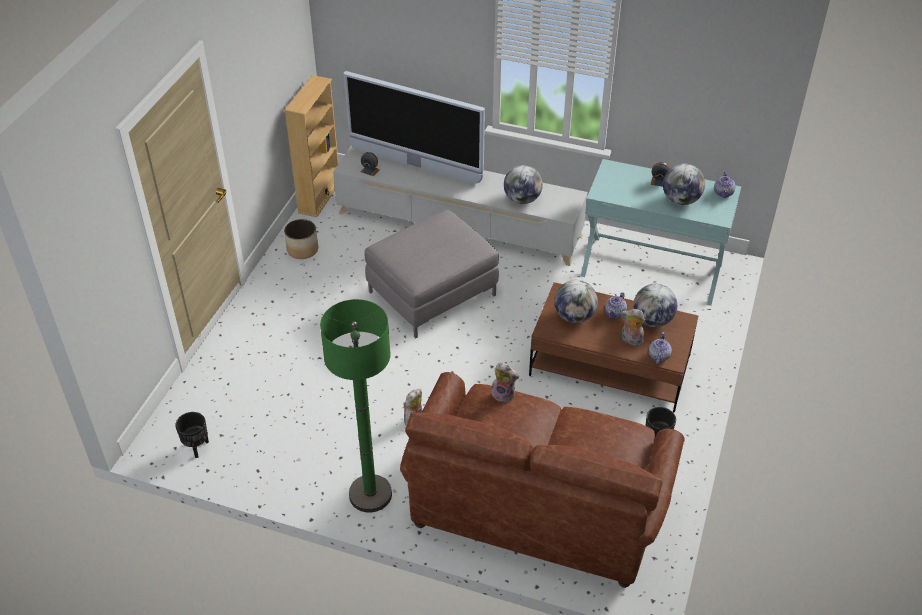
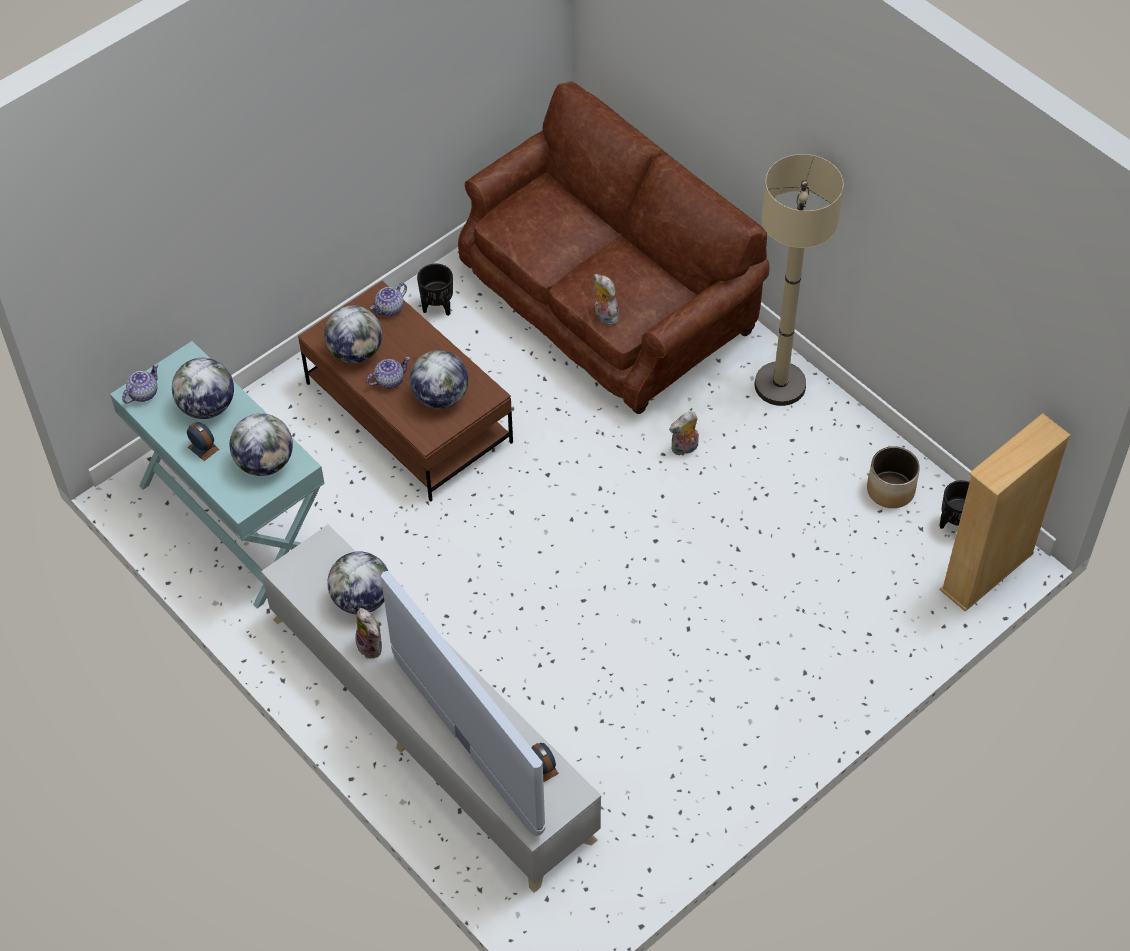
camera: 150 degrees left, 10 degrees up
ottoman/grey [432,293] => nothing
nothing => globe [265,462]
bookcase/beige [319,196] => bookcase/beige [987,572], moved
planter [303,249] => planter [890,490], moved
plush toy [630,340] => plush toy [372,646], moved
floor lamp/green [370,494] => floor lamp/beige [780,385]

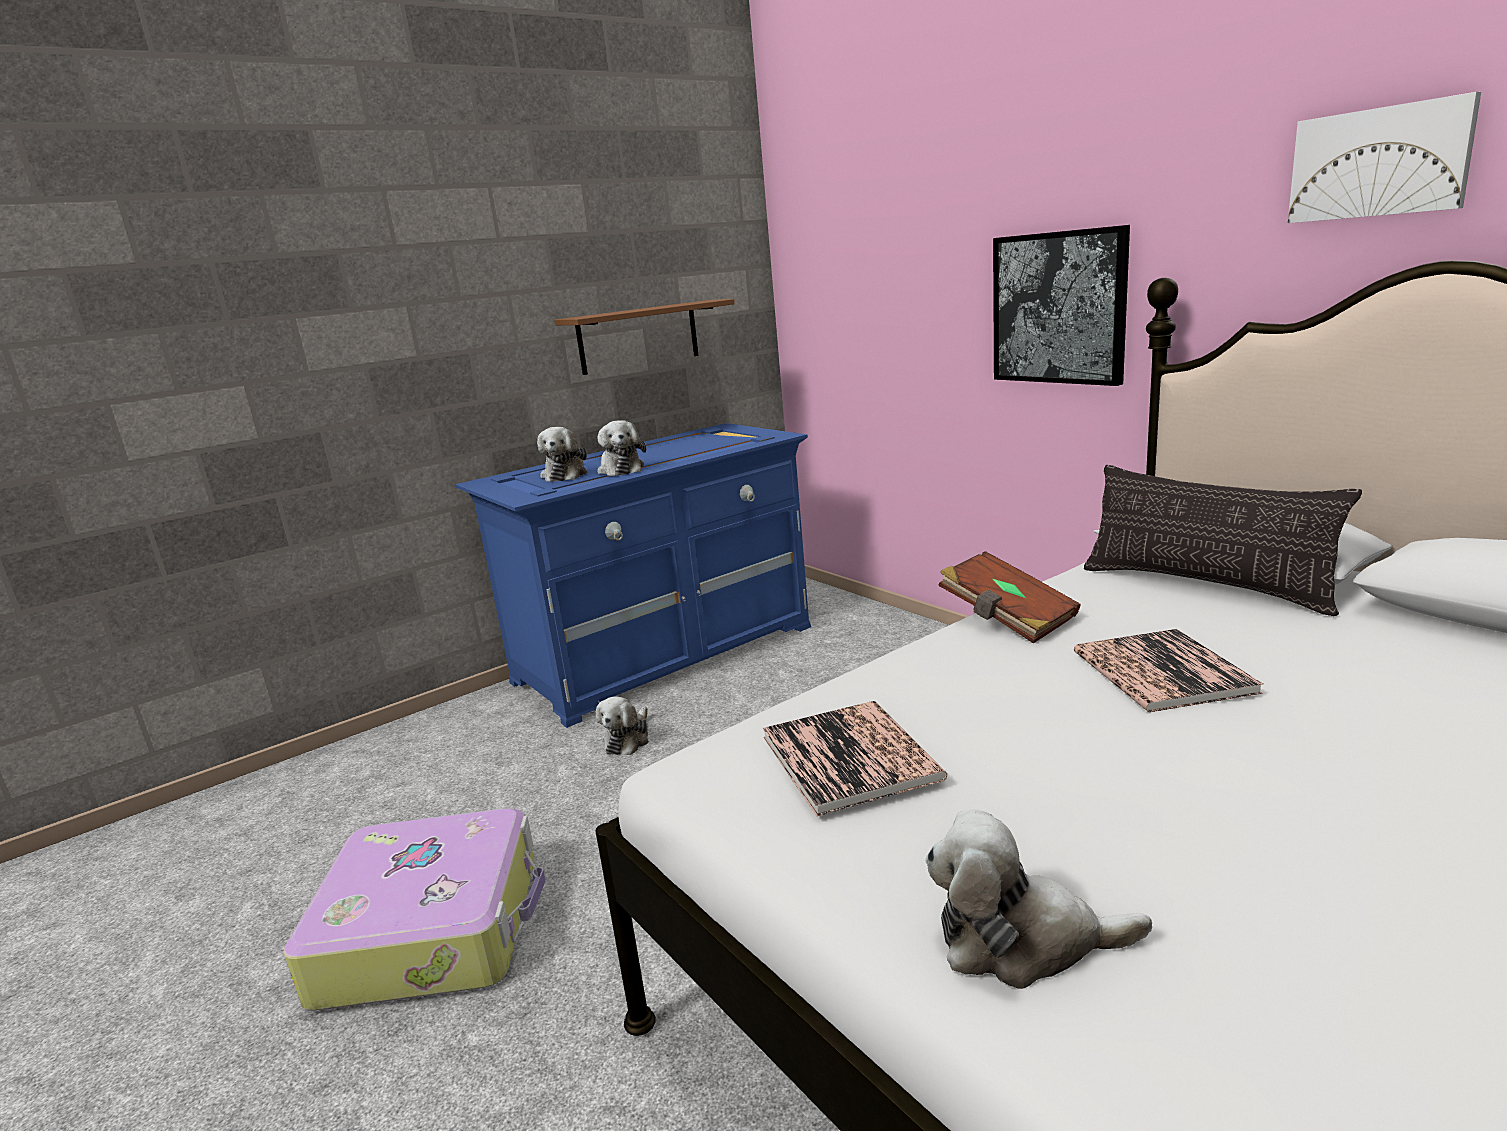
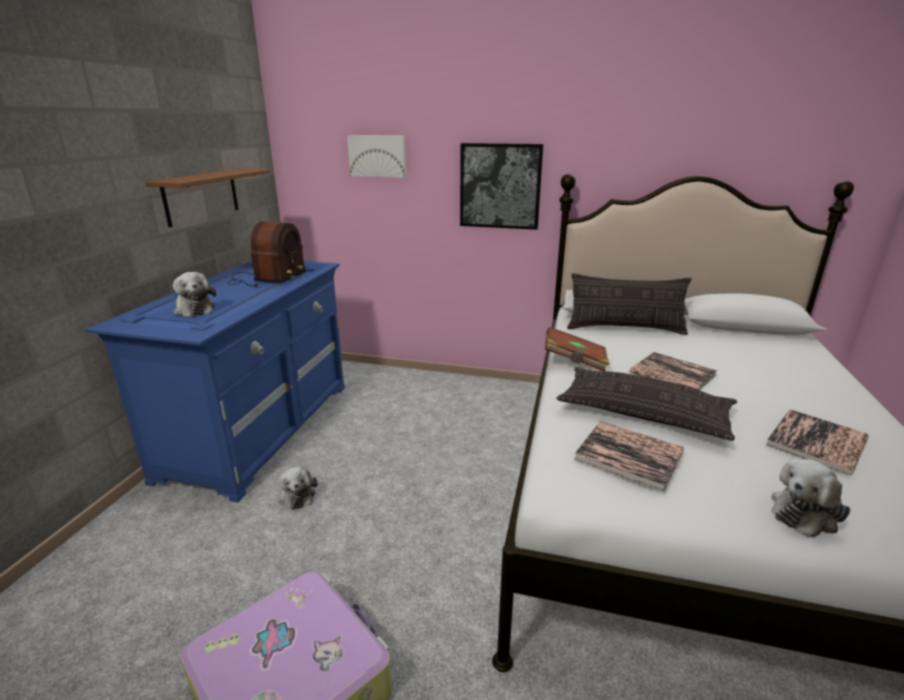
camera: 40 degrees left, 5 degrees up
plush toy [621,469] => nothing
nothing => radio [266,279]
nothing => pillow [643,412]
nothing => book [817,442]
picture [1379,162] => picture [378,156], moved

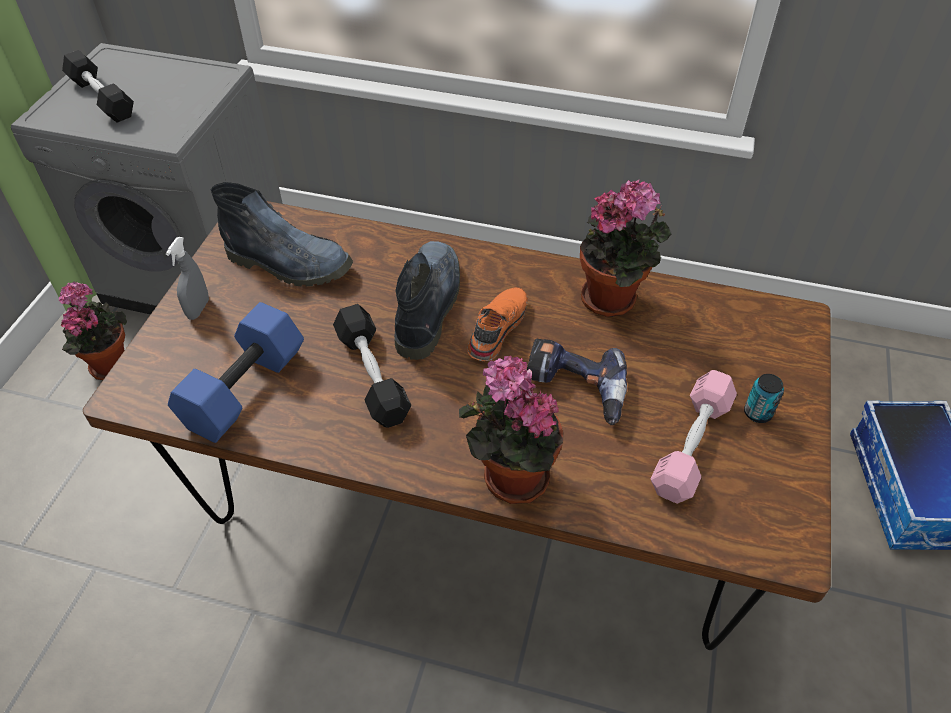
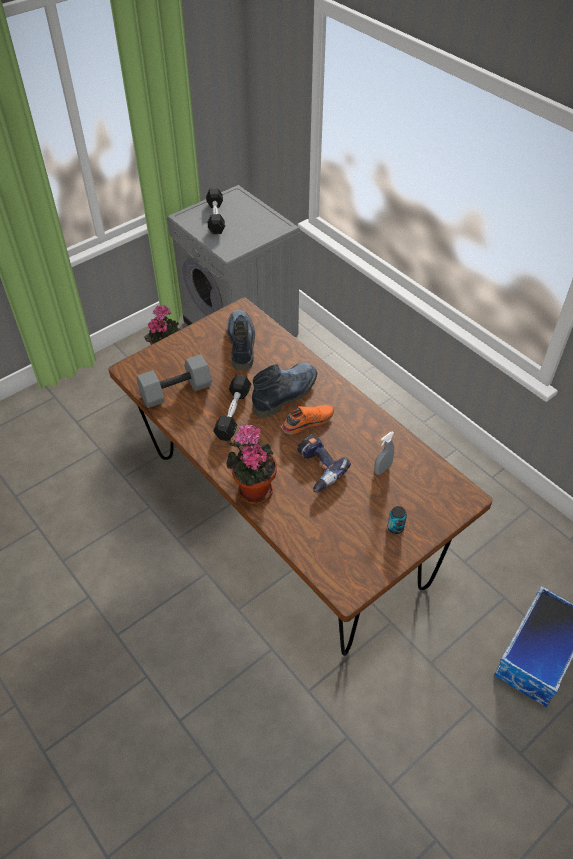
camera: 35 degrees right, 0 degrees up
potted plant [613,299] => nothing
dumbbell/pink [691,445] => nothing
spray bottle/grey [198,309] => spray bottle/grey [382,469], moved
dumbbell/blue [245,391] => dumbbell/grey [175,392]
boot [291,264] => boot [241,343], 150 degrees counterclockwise

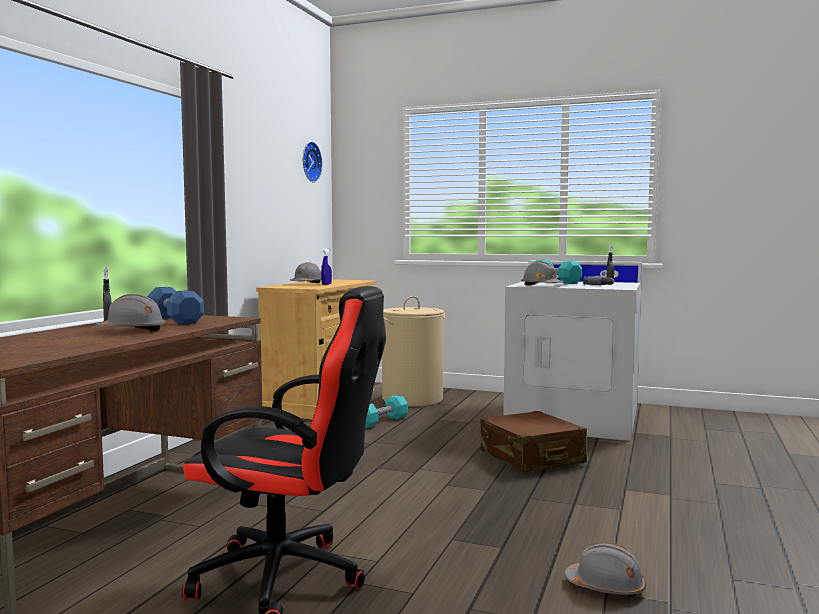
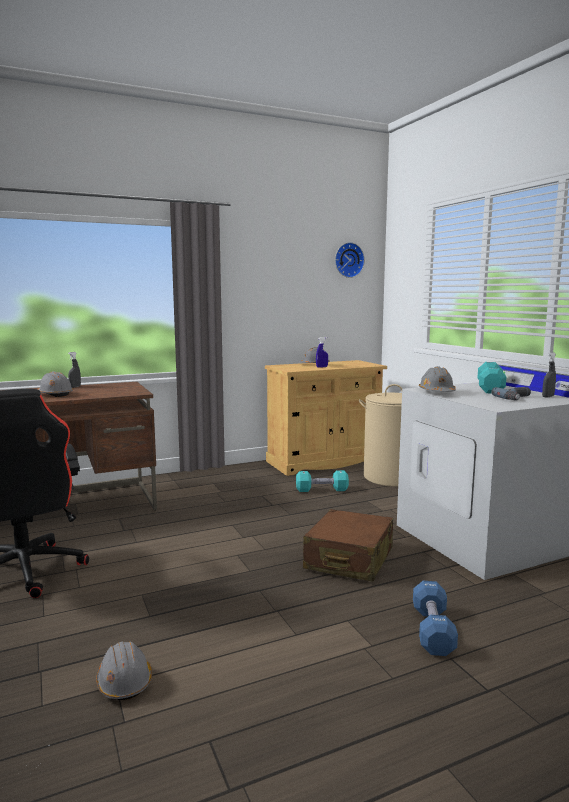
camera: 45 degrees right, 5 degrees up
dumbbell/blue [175,320] => dumbbell/blue [432,630], moved

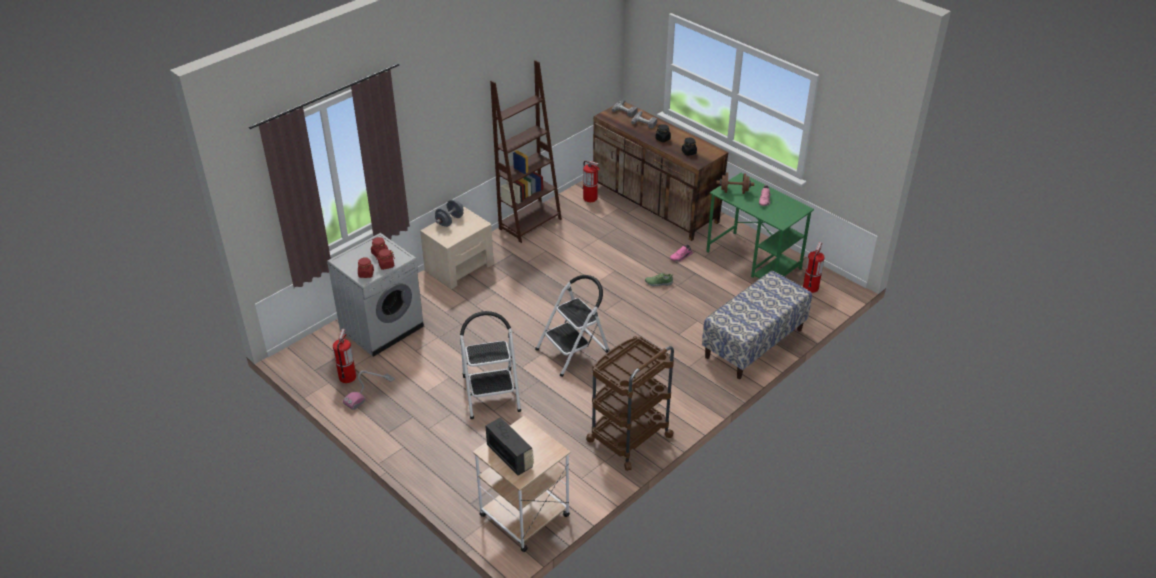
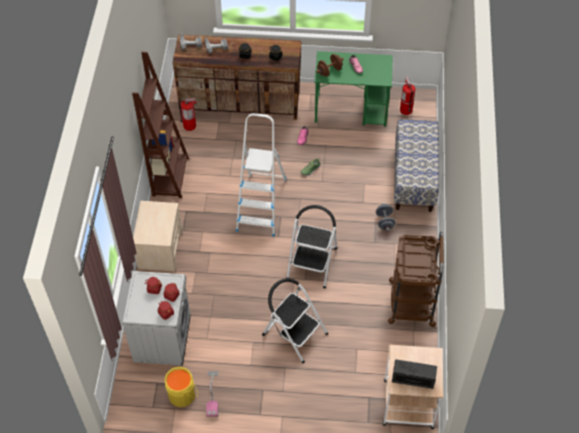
camera: 40 degrees left, 15 degrees up
nothing => step ladder/white [261,205]
dumbbell/grey [450,221] => dumbbell/grey [385,222], moved
fire extinguisher [347,377] => bucket/yellow [183,394]

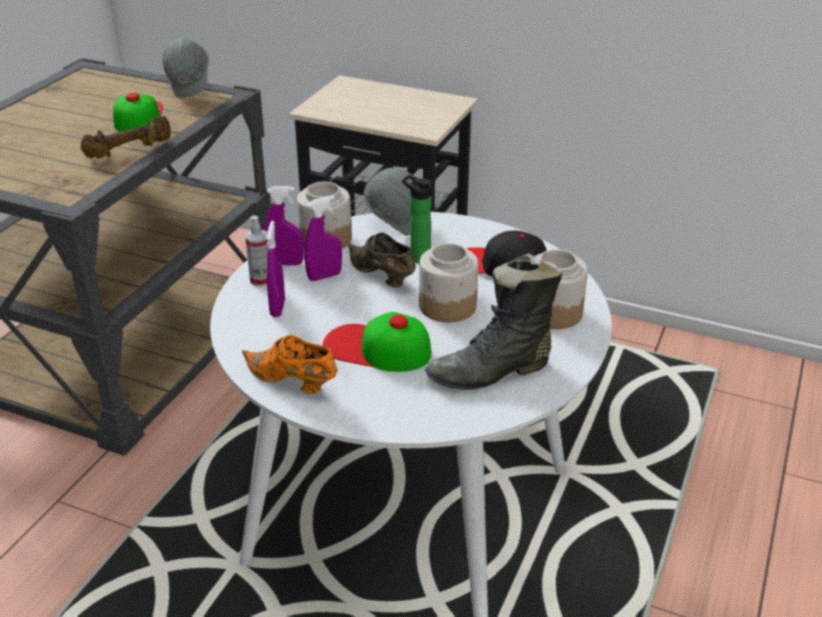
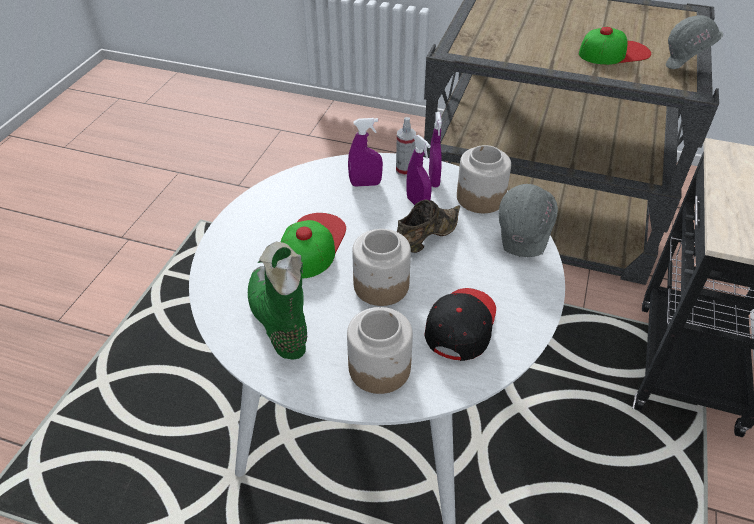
camera: 85 degrees right, 10 degrees up
dumbbell/brown [129,151] => nothing
shoe/orange [292,382] => nothing
bottle [417,257] => nothing
boot/black [492,372] => boot/green [277,320]

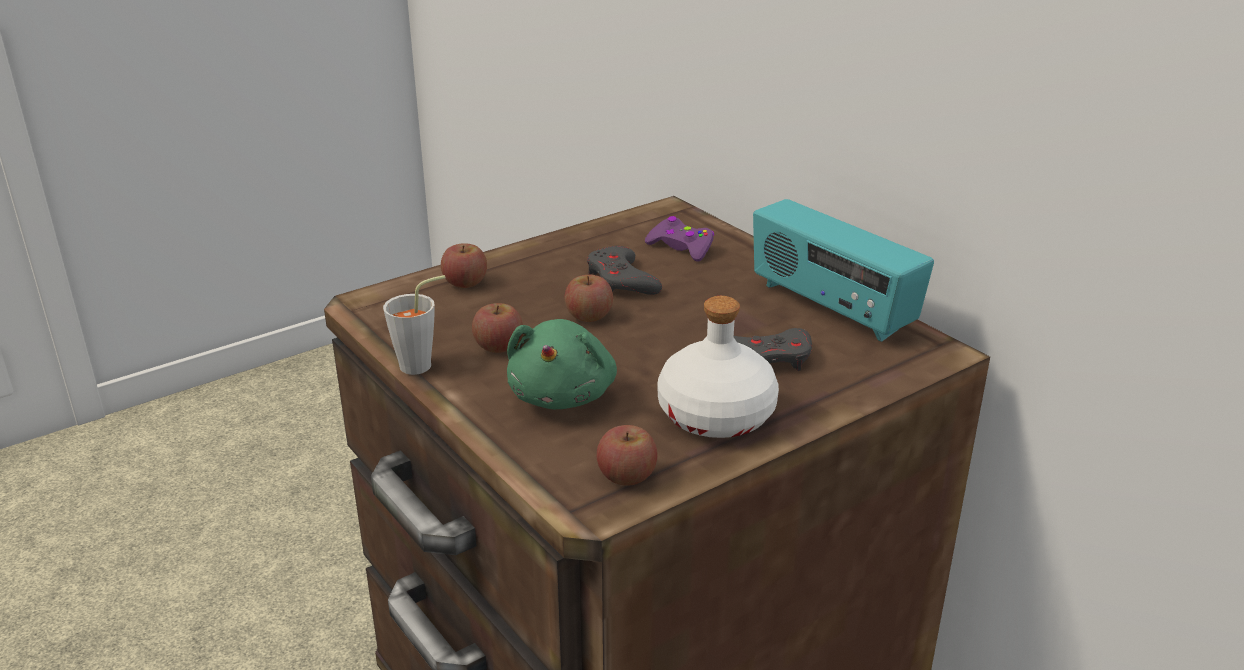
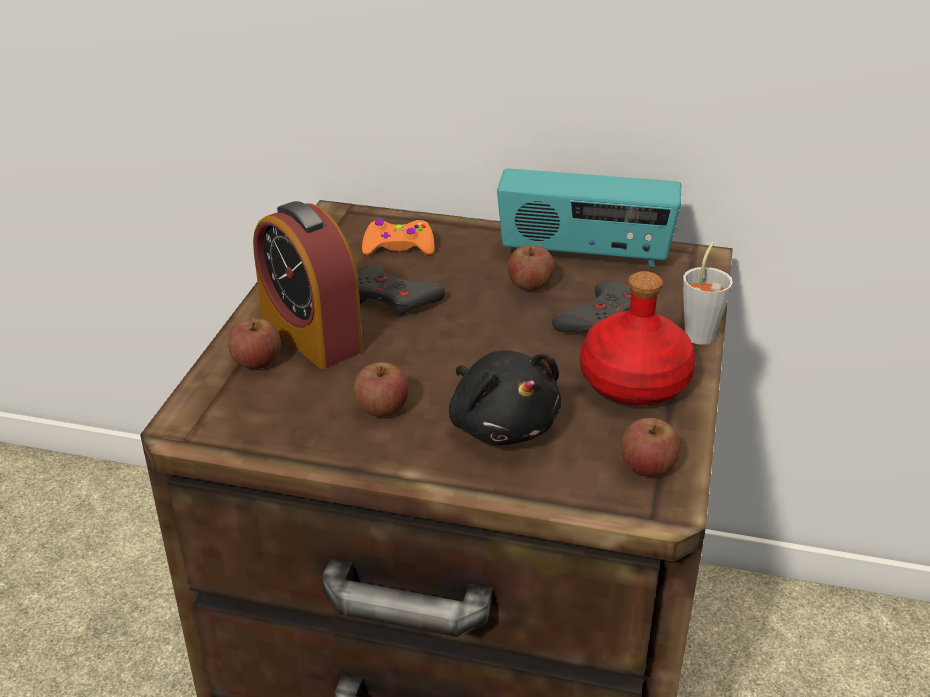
camera: 40 degrees left, 5 degrees up
nothing => alarm clock [311,334]
cup/grey [423,364] => cup/grey [701,332], moved
apple [589,316] => apple [530,285], moved
plush toy/green [563,395] => plush toy/black [502,424]
game controller/purple [681,247] => game controller/orange [398,247]
bottle/white [715,416] => bottle/red [634,383]

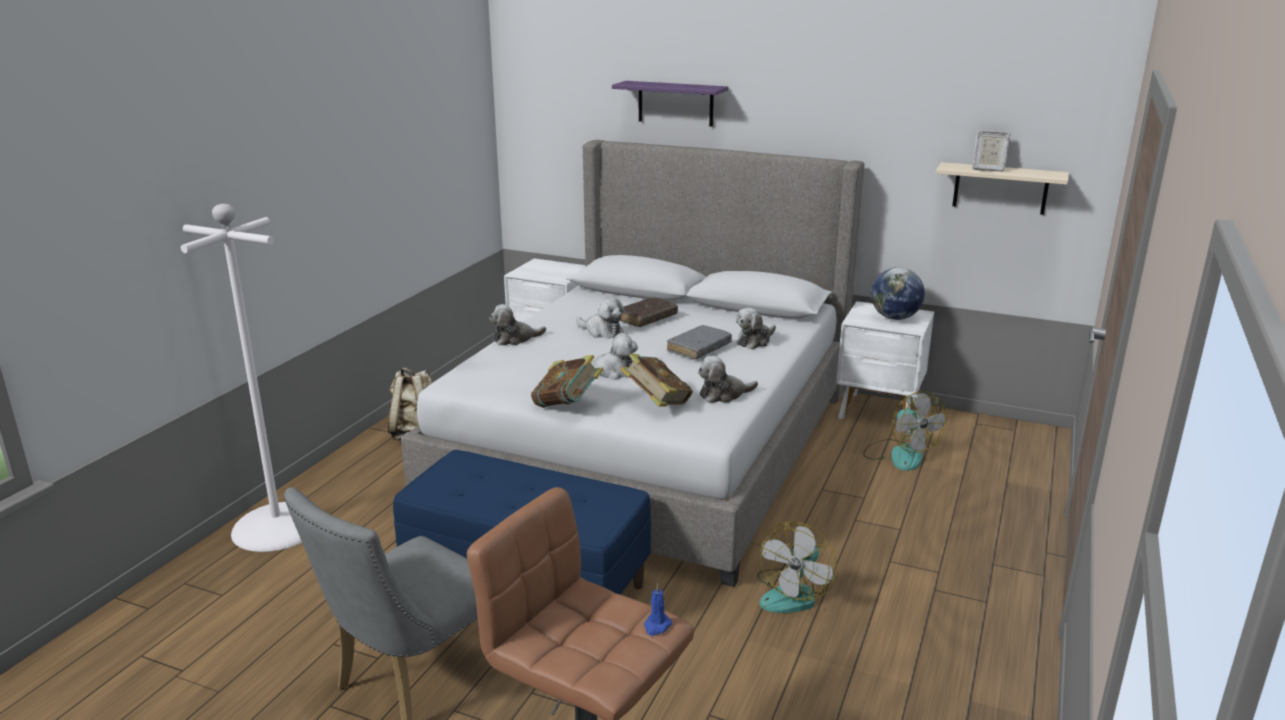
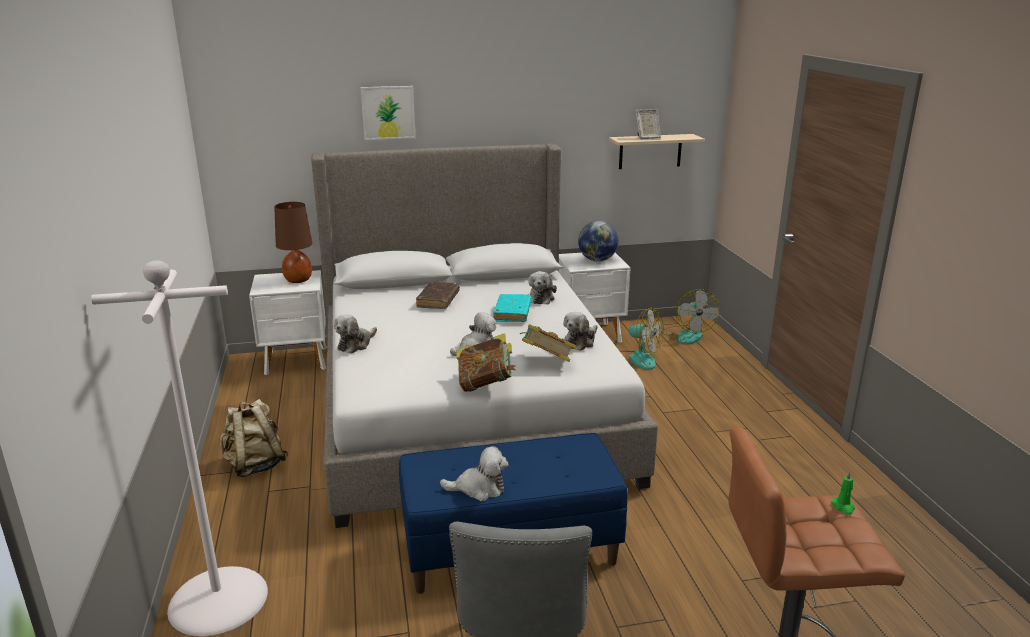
camera: 35 degrees left, 0 degrees up
nothing => table lamp/brown [298,280]
plush toy [602,331] => plush toy [479,488], moved
fan [793,593] => fan [687,335], moved
shelf/purple [675,103] => picture [388,112]
candle/blue [657,626] => candle/green [843,507]
book/grey [699,348] => book/turquoise [512,313]

